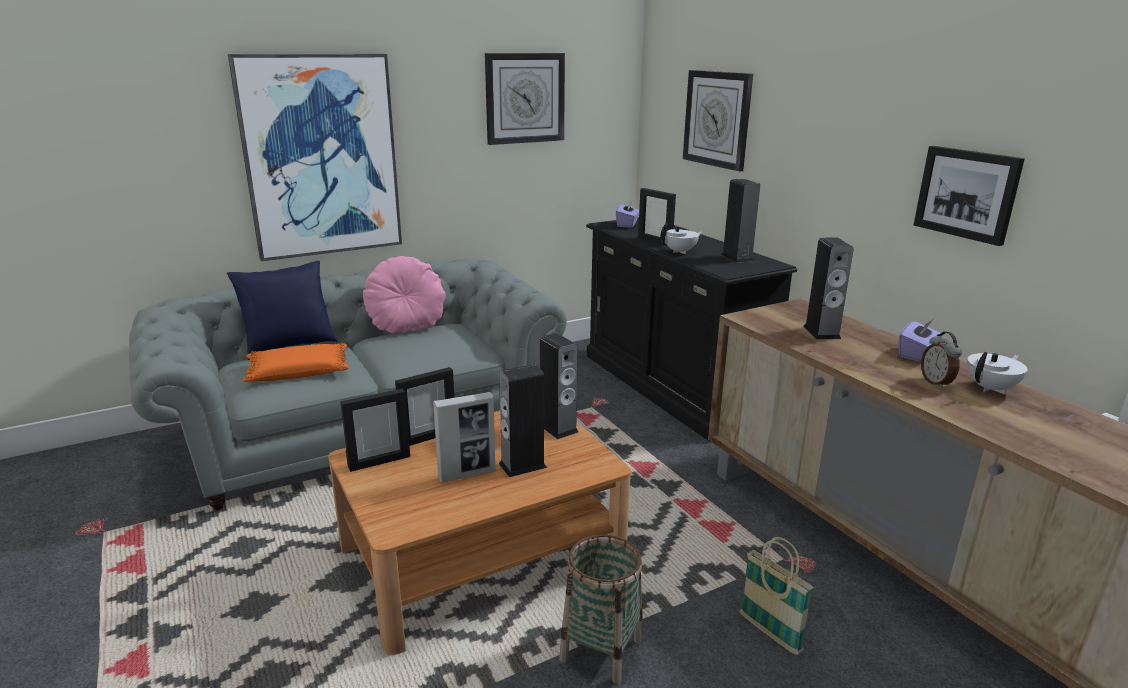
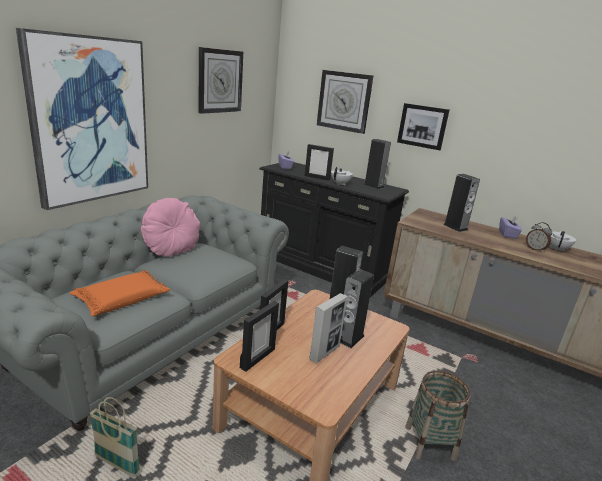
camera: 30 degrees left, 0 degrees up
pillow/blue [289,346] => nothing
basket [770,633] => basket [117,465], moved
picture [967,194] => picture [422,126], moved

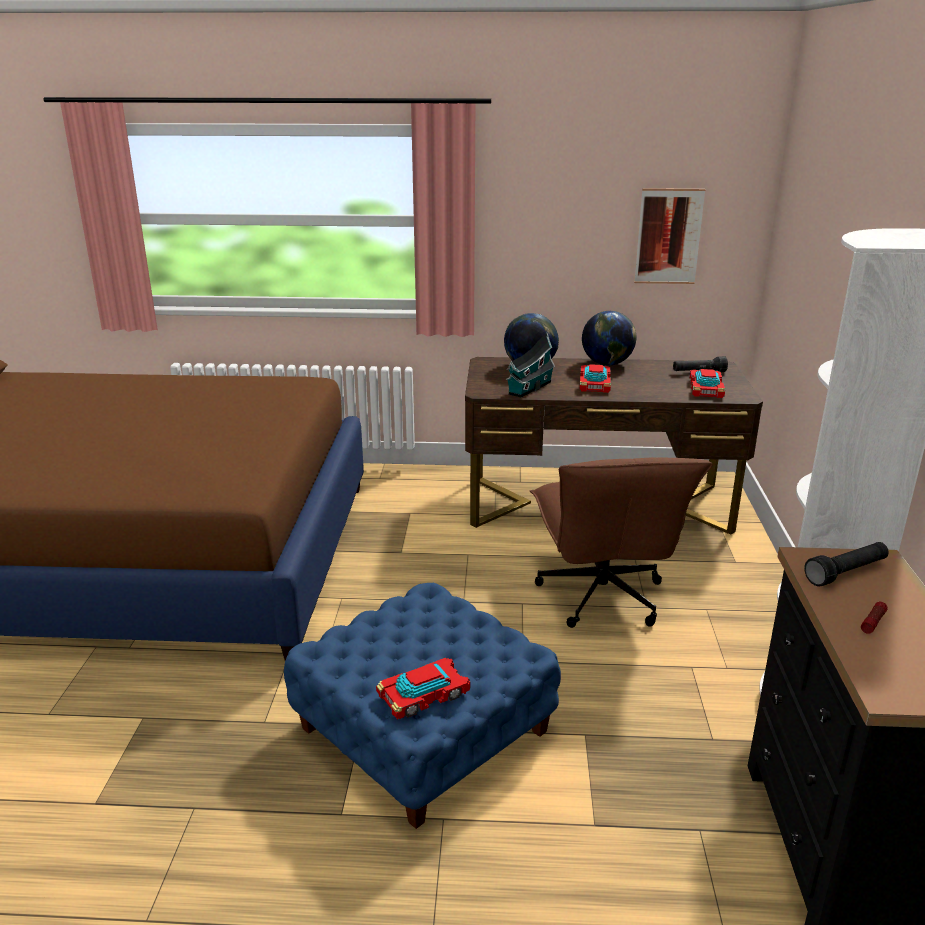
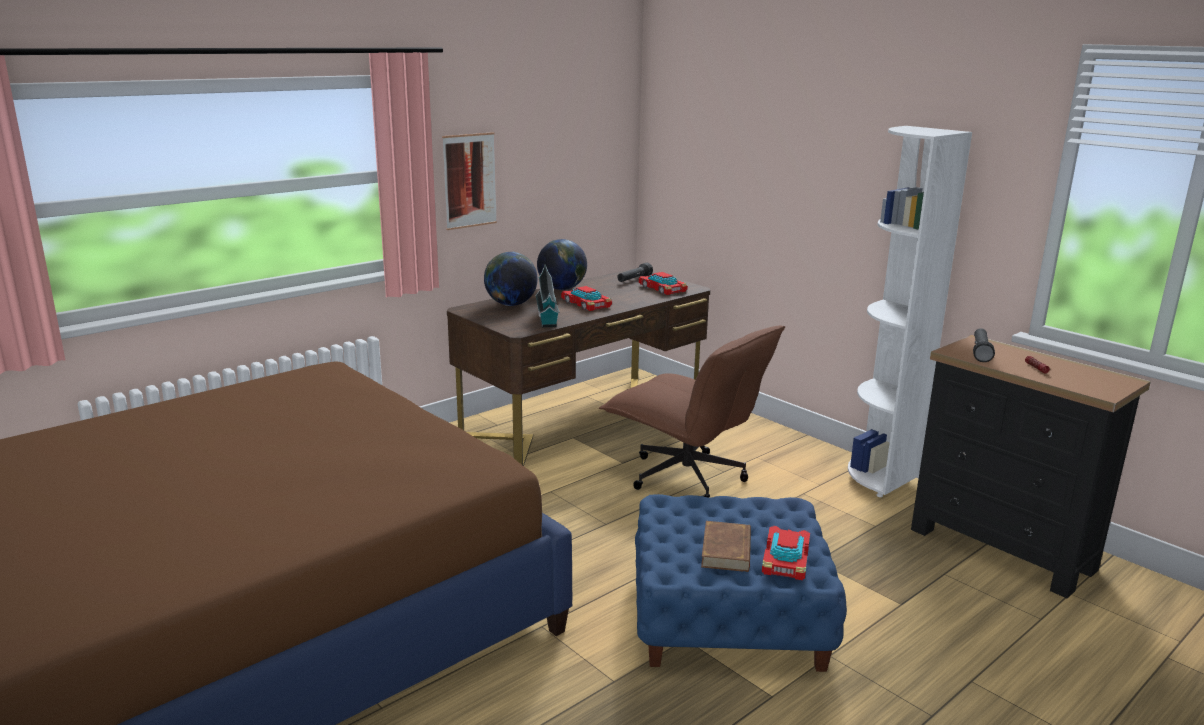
camera: 45 degrees left, 5 degrees down
nothing => book/brown [727,551]
picture [668,236] => picture [469,181], moved

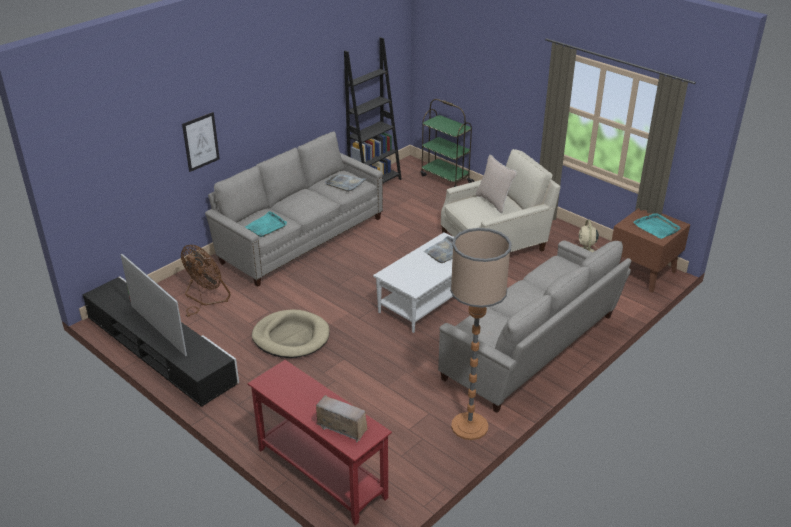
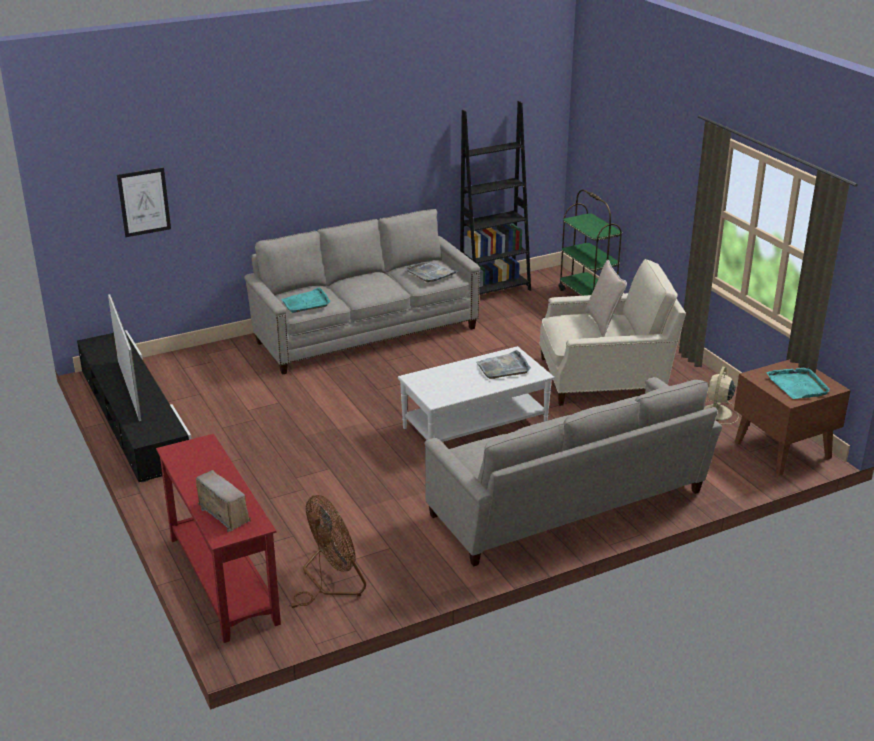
camera: 20 degrees right, 5 degrees down
dog bed/beige [291,337] => nothing
floor lamp [469,426] => nothing
fan/brown [202,297] => fan/brown [326,580], moved
picture [201,141] => picture [144,202], moved

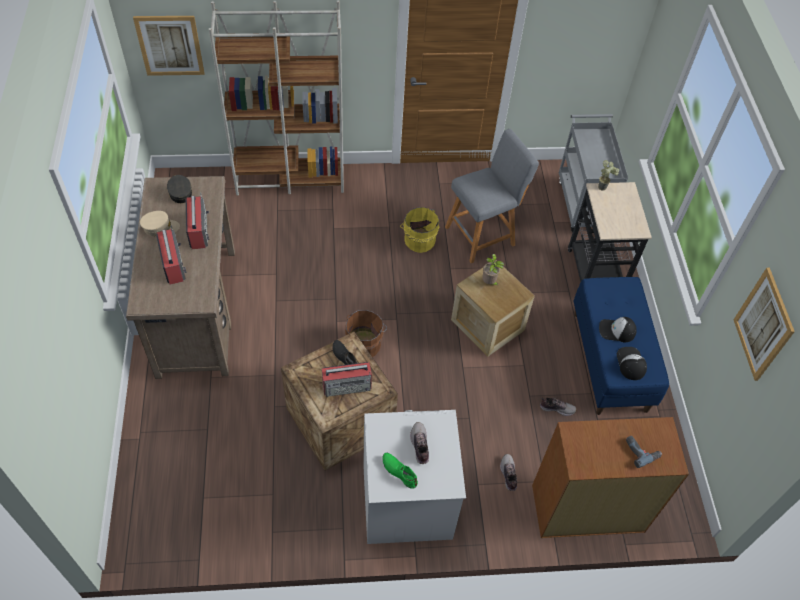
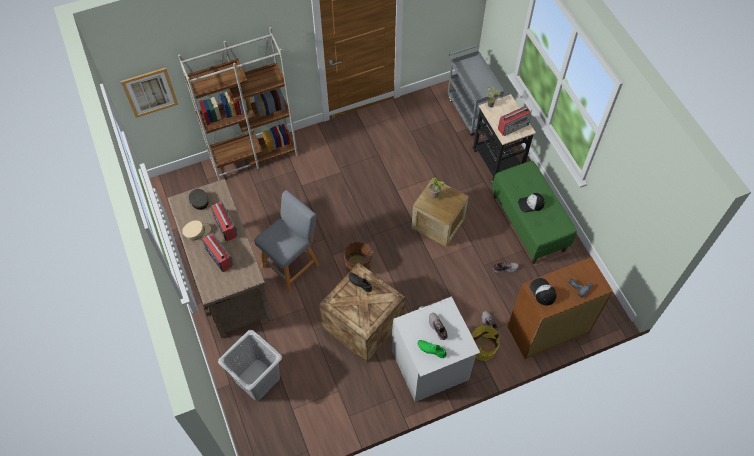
camera: 15 degrees left, 5 degrees up
picture [763,325] => nothing
nothing => laundry basket/grey [257,379]
radio [347,386] => radio [513,126], moved
bucket/yellow [419,239] => bucket/yellow [481,347], moved
stool/grey [483,235] => stool/grey [292,264], moved
cap [630,363] => cap [542,292], moved
bench/blue [610,361] => bench/green [529,223]

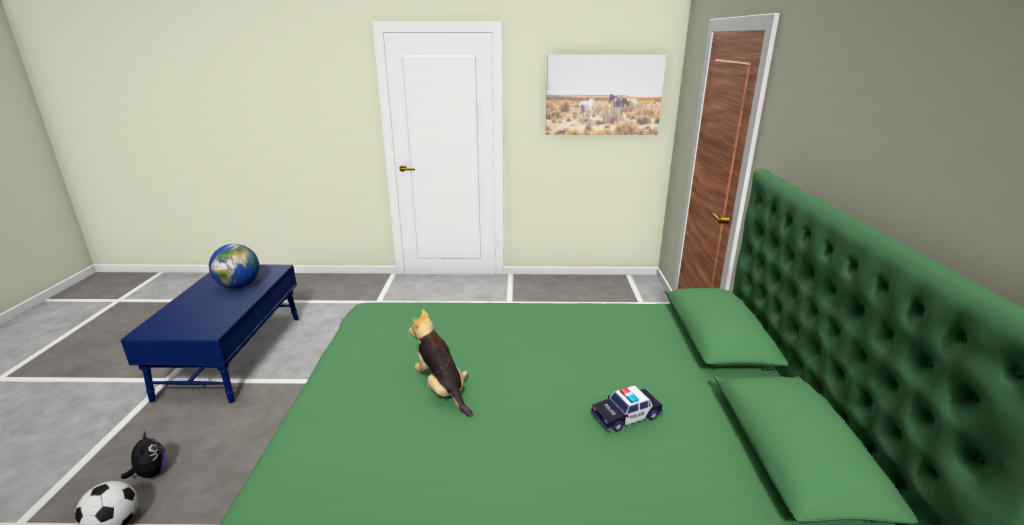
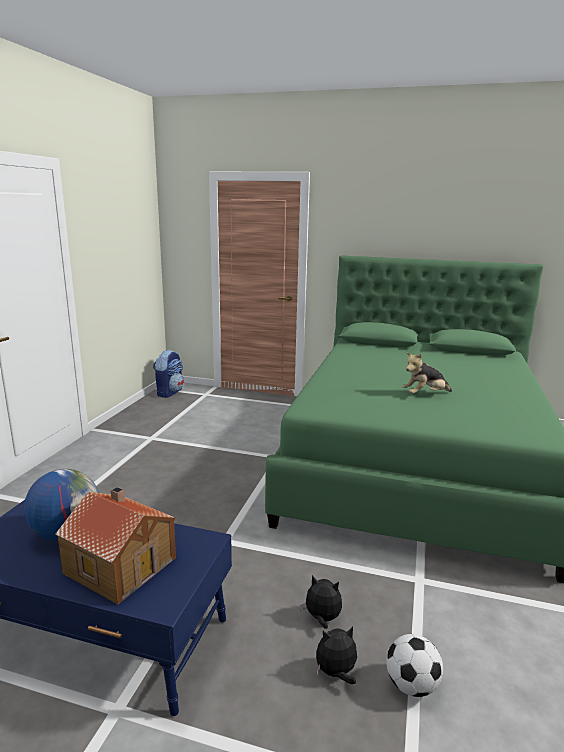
camera: 75 degrees left, 5 degrees down
picture [603,95] => nothing
toy car [626,416] => nothing
nothing => toy house [121,564]
nothing => backpack [169,392]
nothing => plush toy [322,619]

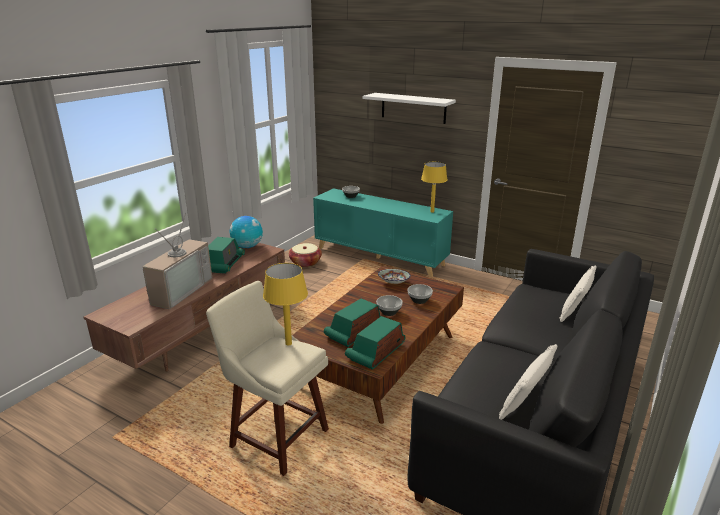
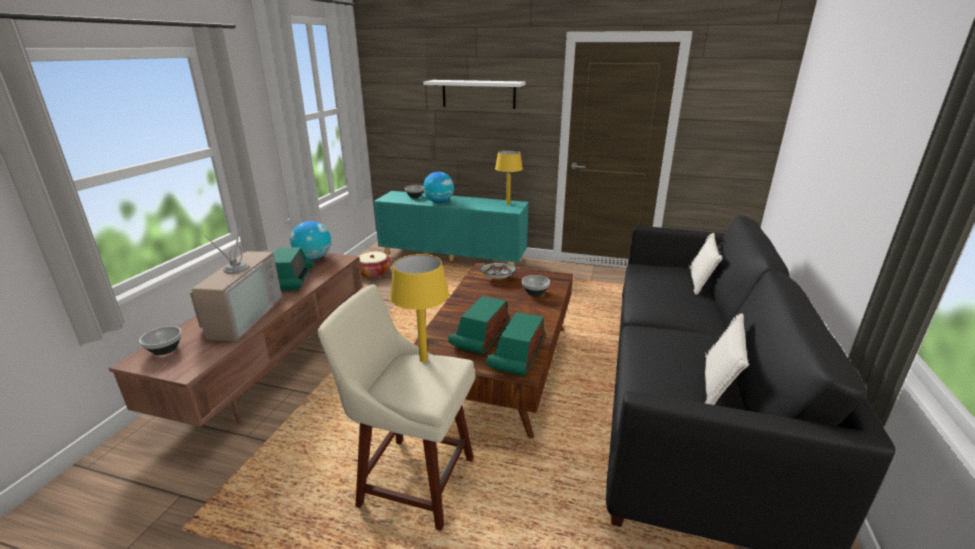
camera: 15 degrees left, 0 degrees up
nothing => globe [439,202]
bowl [389,312] => bowl [165,350], moved

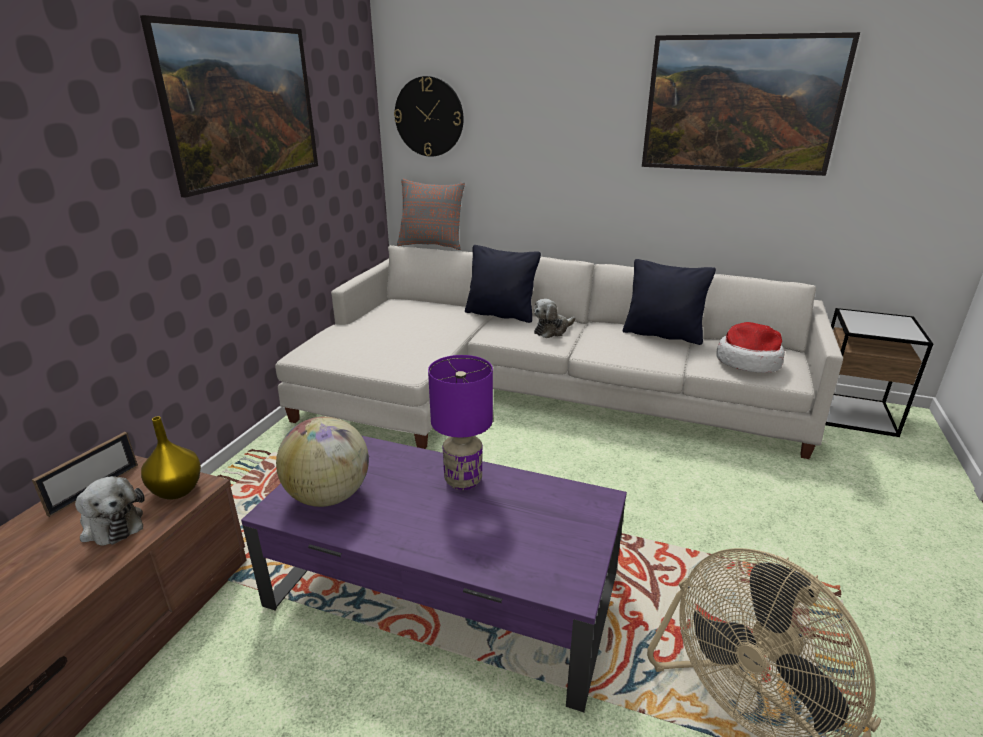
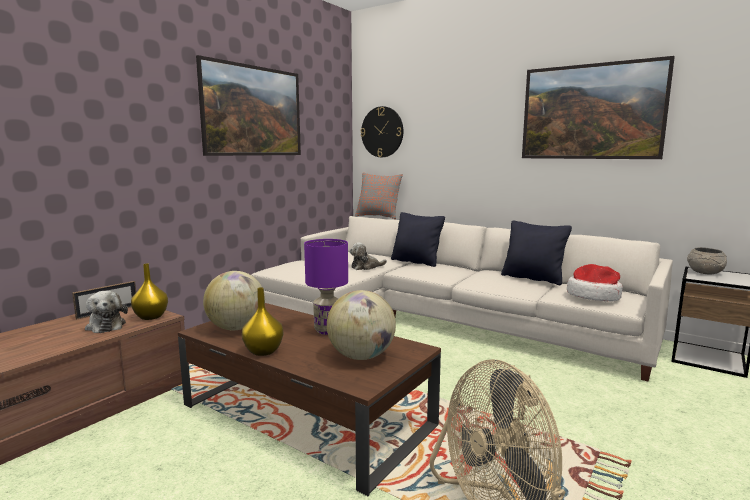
camera: 15 degrees right, 15 degrees down
nothing => vase/yellow [263,351]
nothing => globe [361,356]
nothing => bowl/grey [705,272]
plush toy [552,330] => plush toy [366,267], moved
coffee table/purple [446,590] => coffee table/brown [307,415]

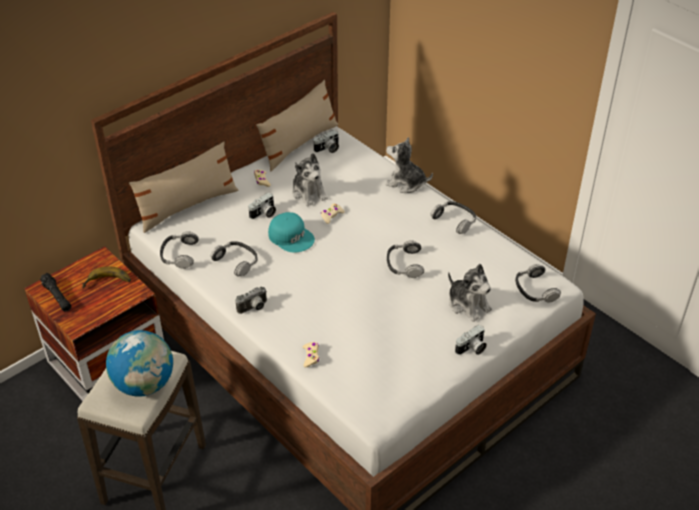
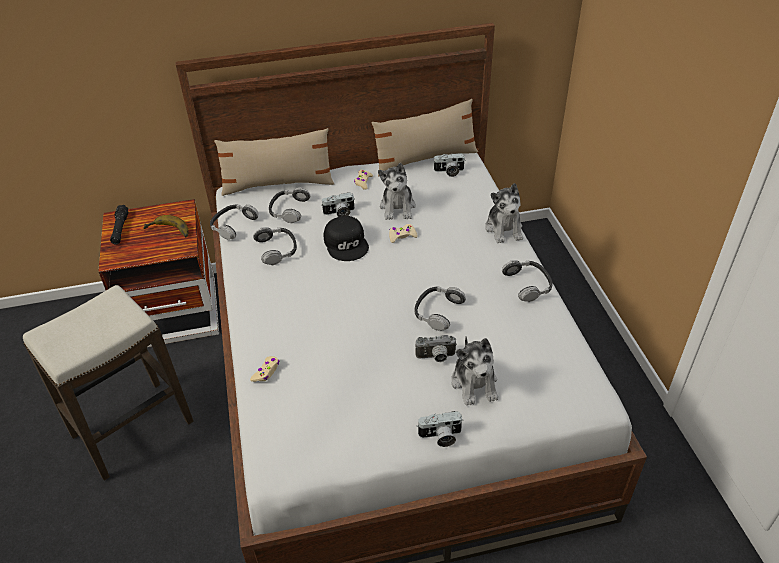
camera: 30 degrees right, 0 degrees up
globe [144,384] => nothing
photo camera [254,308] => photo camera [436,357], moved
headphones [534,290] => headphones [289,210], moved
cap/turquoise [291,236] => cap/black [347,243]
plush toy [406,183] => plush toy [504,229], 150 degrees counterclockwise

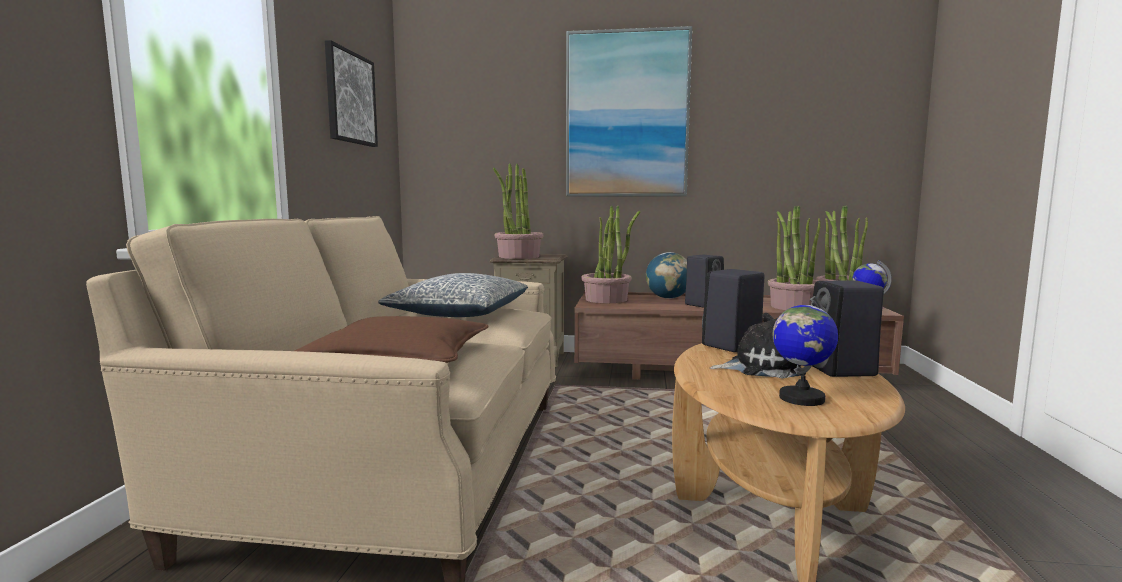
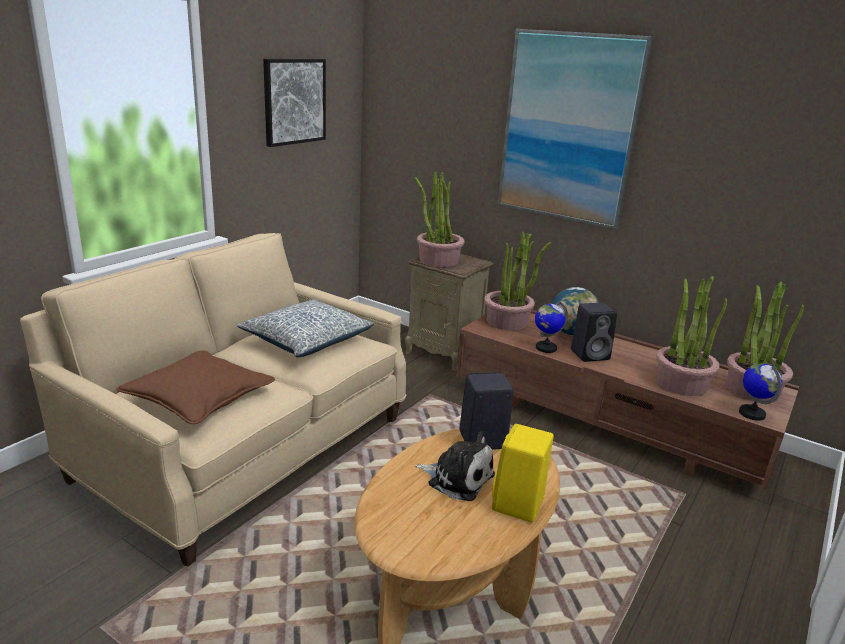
camera: 25 degrees right, 15 degrees up
globe [801,398] => globe [545,348], moved
speaker/black [842,370] => speaker/yellow [518,505]

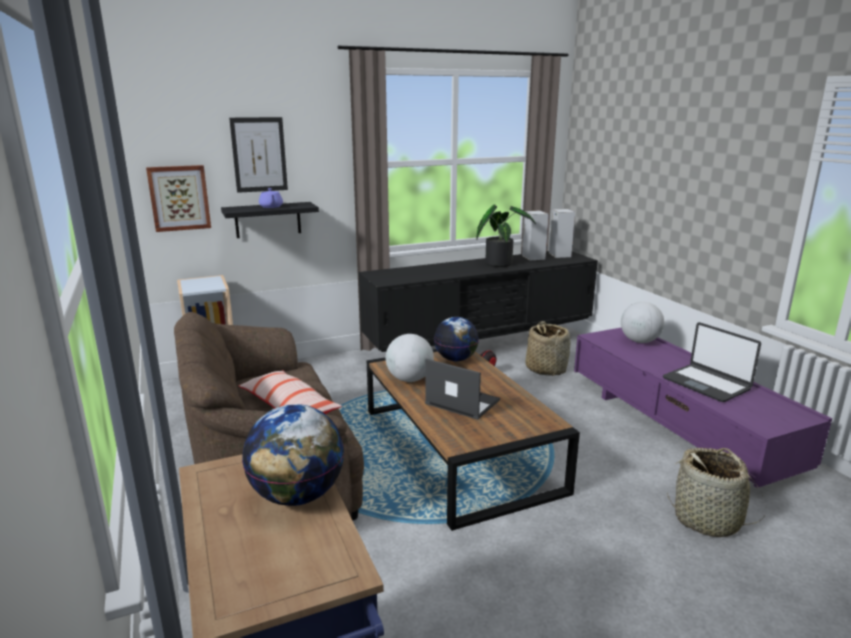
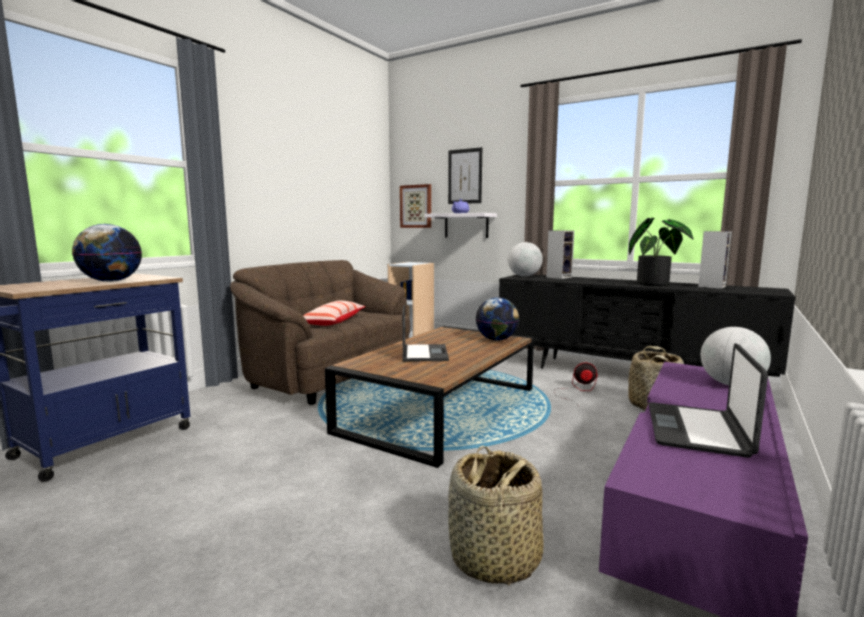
camera: 55 degrees right, 10 degrees down
globe [409,379] => globe [524,276], moved
speaker [559,255] => speaker [559,277], moved
shelf/black [268,220] => shelf/white [466,225]

